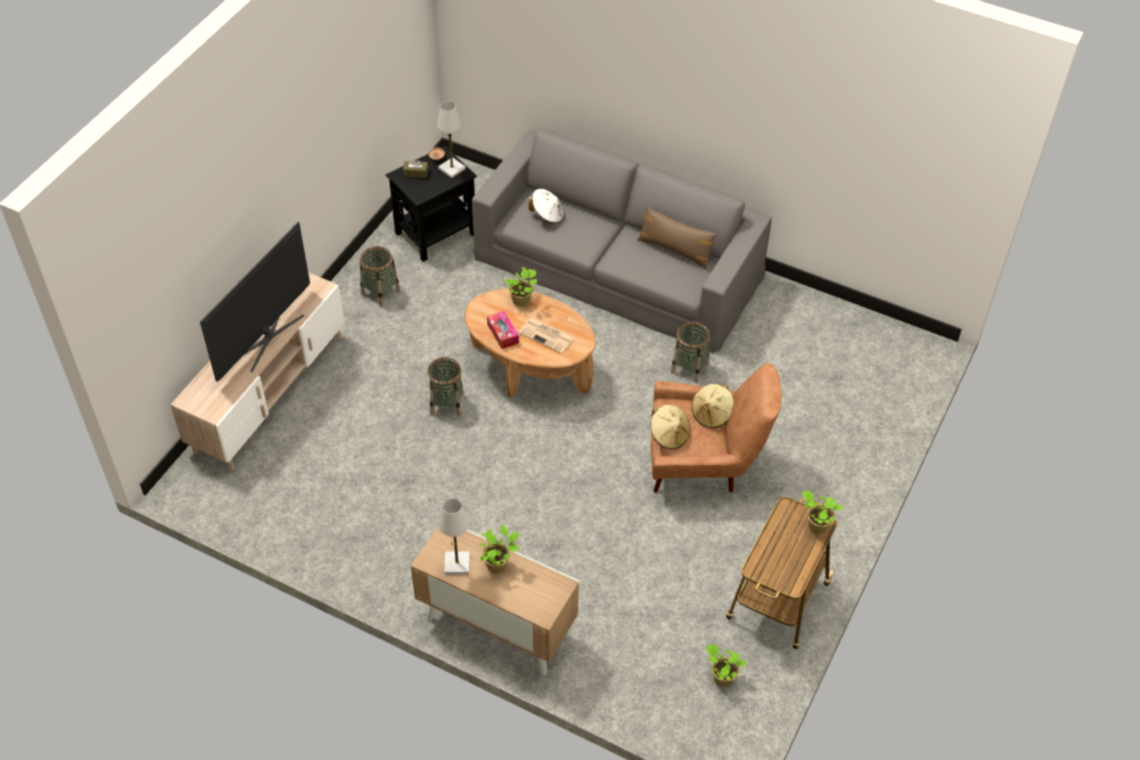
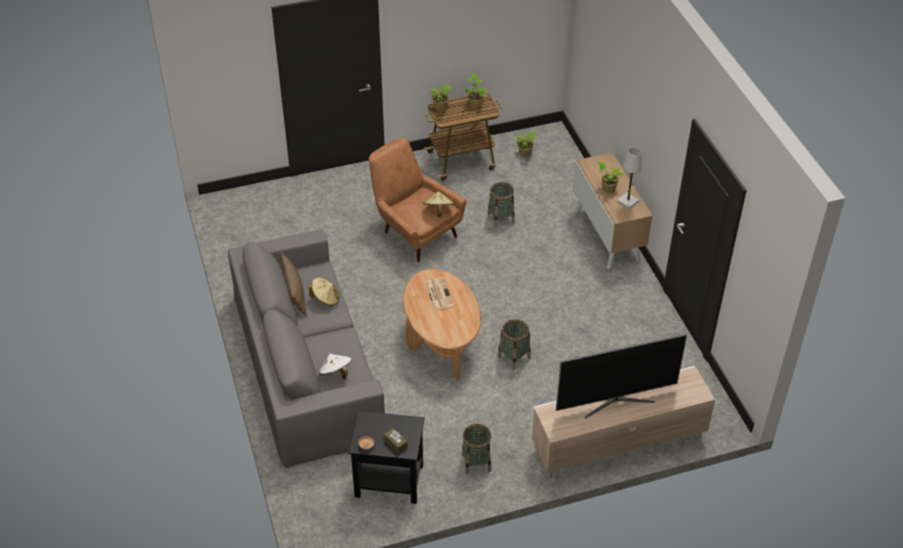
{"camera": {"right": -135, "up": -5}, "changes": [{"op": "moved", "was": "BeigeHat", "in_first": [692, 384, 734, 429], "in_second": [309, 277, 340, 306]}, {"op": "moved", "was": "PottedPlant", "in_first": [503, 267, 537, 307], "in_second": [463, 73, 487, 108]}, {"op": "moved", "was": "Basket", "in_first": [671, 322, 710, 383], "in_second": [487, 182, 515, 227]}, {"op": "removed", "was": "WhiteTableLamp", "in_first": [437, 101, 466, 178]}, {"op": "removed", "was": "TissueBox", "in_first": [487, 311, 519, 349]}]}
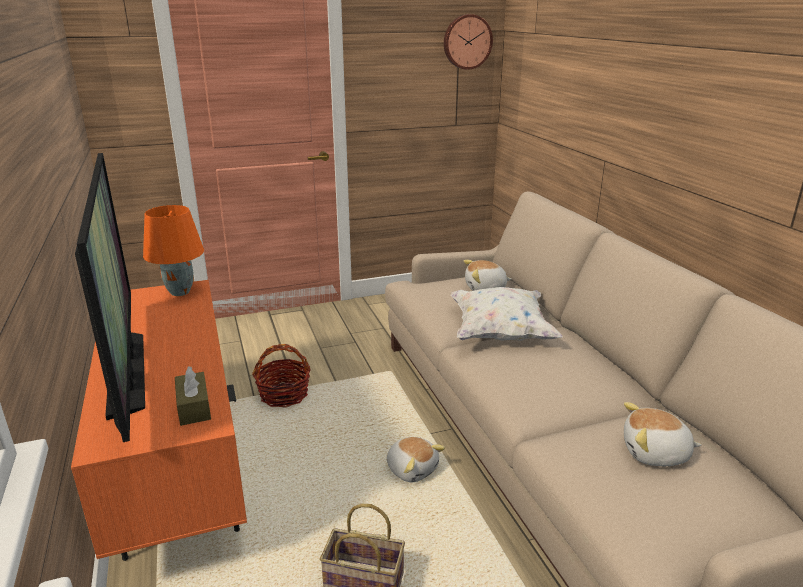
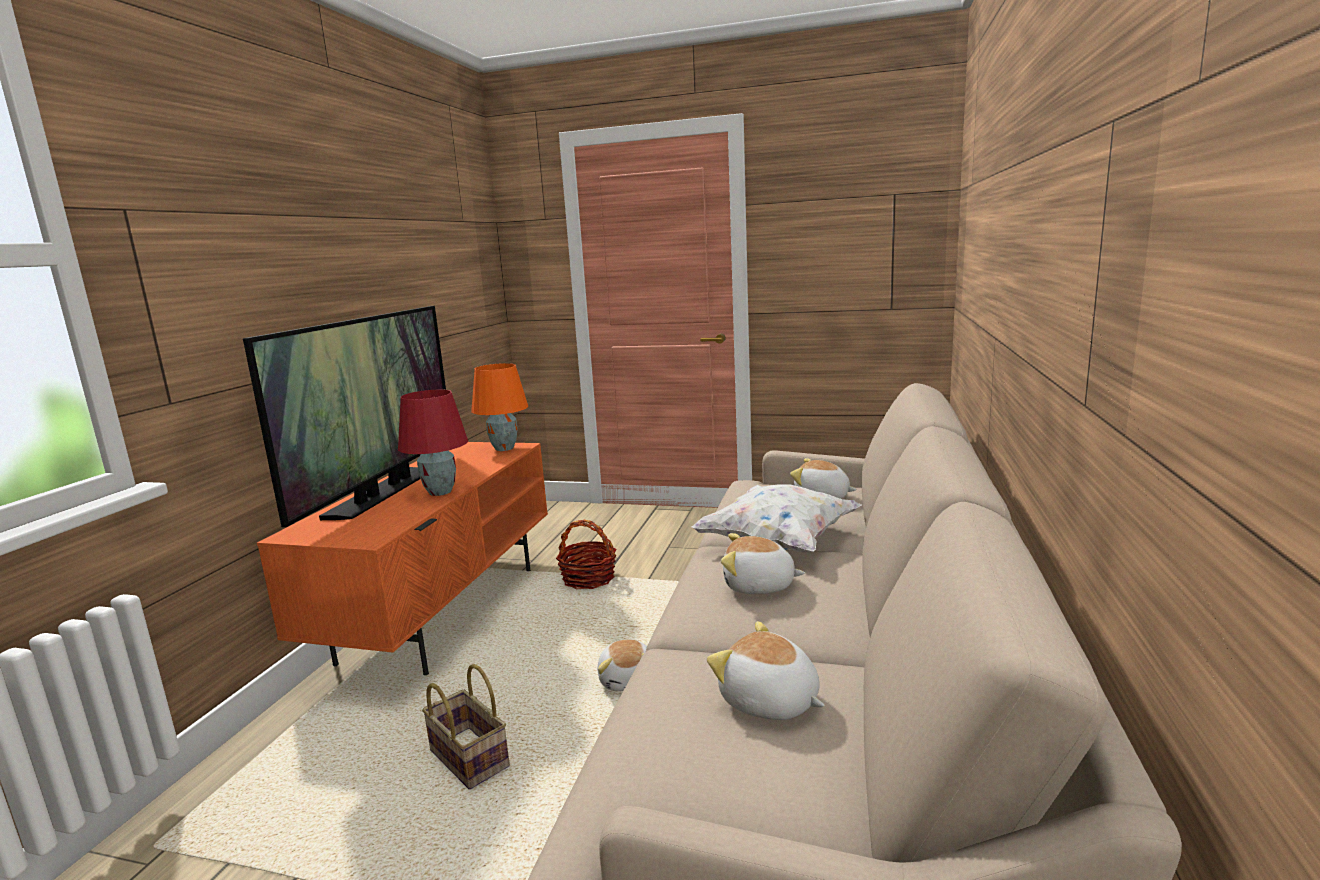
{"camera": {"right": 35, "up": -10}, "changes": [{"op": "added", "now": "RedTableLamp", "in_second": [398, 390, 468, 496]}, {"op": "added", "now": "PlushToy", "in_second": [721, 533, 805, 594]}, {"op": "removed", "was": "BrownTissueBox", "in_first": [175, 366, 211, 426]}, {"op": "removed", "was": "WallClock", "in_first": [444, 14, 493, 70]}]}
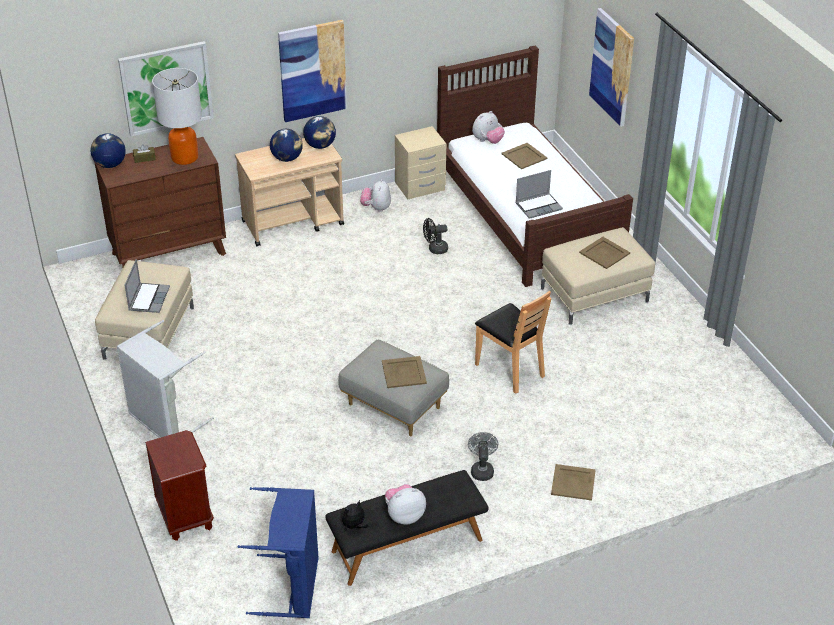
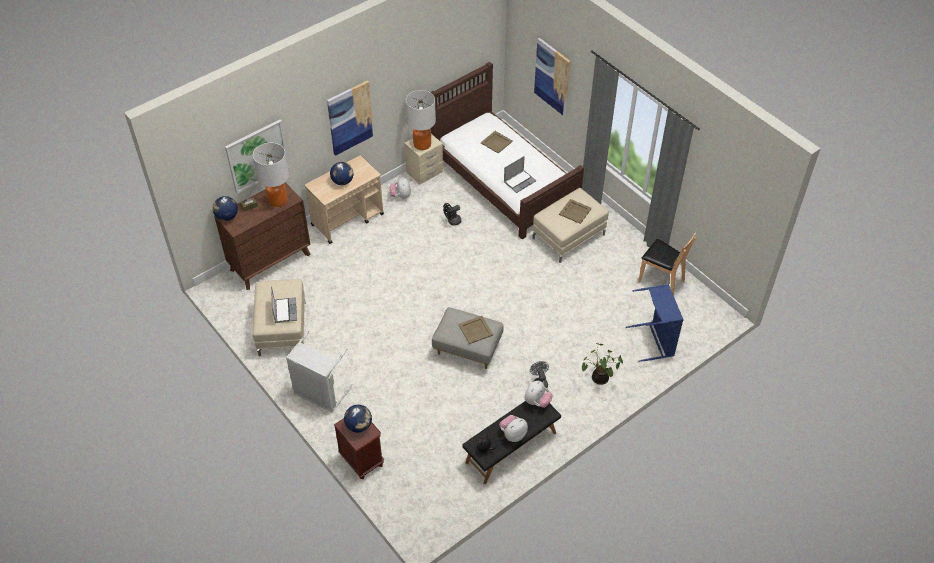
{"camera": {"right": -15, "up": 10}, "changes": [{"op": "moved", "was": "Globe", "in_first": [303, 116, 336, 149], "in_second": [344, 405, 372, 433]}, {"op": "added", "now": "TableLamp", "in_second": [406, 90, 436, 150]}, {"op": "moved", "was": "PlushToy", "in_first": [472, 111, 505, 144], "in_second": [524, 381, 553, 408]}, {"op": "replaced", "was": "BeigeTray", "now": "PottedPlant", "in_first": [551, 464, 596, 501], "in_second": [582, 343, 623, 385]}, {"op": "moved", "was": "BlueLaundryBasket", "in_first": [238, 487, 319, 618], "in_second": [626, 284, 684, 362]}, {"op": "moved", "was": "BrownChair", "in_first": [475, 291, 552, 394], "in_second": [638, 233, 696, 296]}]}
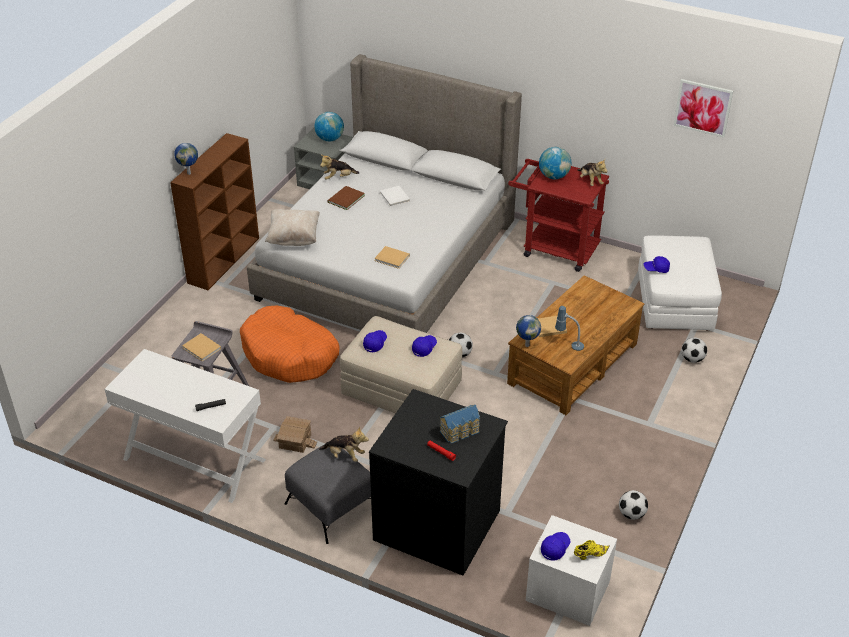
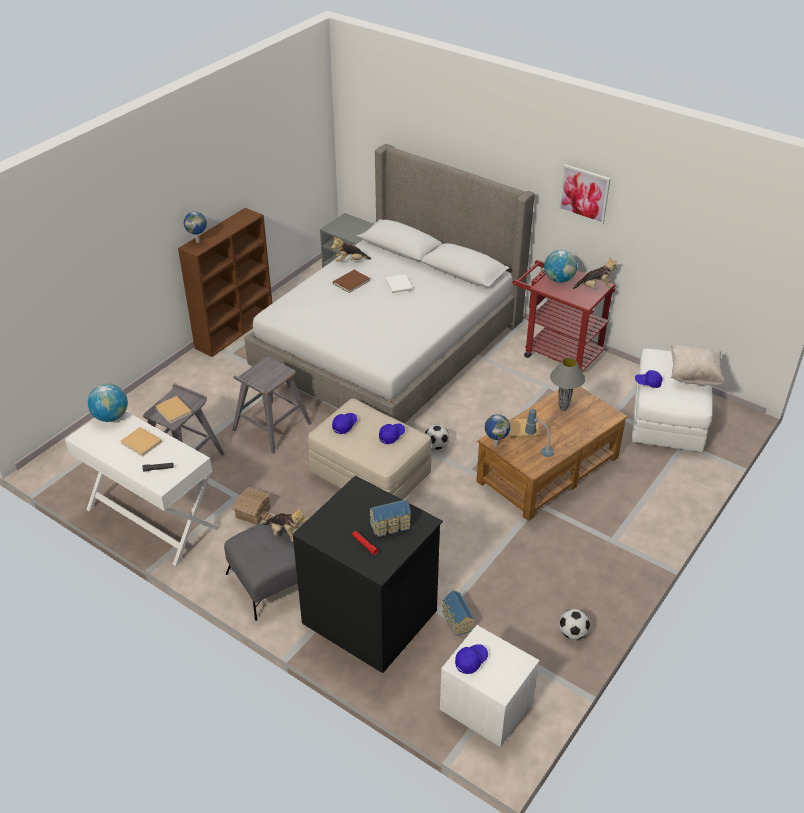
{"camera": {"right": 10, "up": 0}, "changes": [{"op": "moved", "was": "Globe", "in_first": [314, 112, 344, 141], "in_second": [88, 383, 128, 422]}, {"op": "moved", "was": "BeigeBook", "in_first": [374, 246, 410, 269], "in_second": [121, 427, 162, 457]}, {"op": "replaced", "was": "OrangeDogBed", "now": "GreyStool", "in_first": [240, 306, 339, 383], "in_second": [233, 357, 312, 454]}, {"op": "added", "now": "ToyHouse", "in_second": [442, 590, 474, 636]}, {"op": "added", "now": "GreyTableLamp", "in_second": [550, 358, 585, 411]}, {"op": "moved", "was": "Picture", "in_first": [673, 79, 733, 138], "in_second": [558, 164, 611, 225]}, {"op": "turned", "was": "PlushToy", "in_first": [577, 159, 608, 186], "in_second": [573, 257, 617, 289], "clockwise": -75}, {"op": "moved", "was": "BeigePillow", "in_first": [265, 209, 320, 246], "in_second": [671, 345, 725, 386]}, {"op": "removed", "was": "YellowShoe", "in_first": [574, 540, 610, 560]}, {"op": "removed", "was": "Football", "in_first": [681, 337, 707, 363]}]}
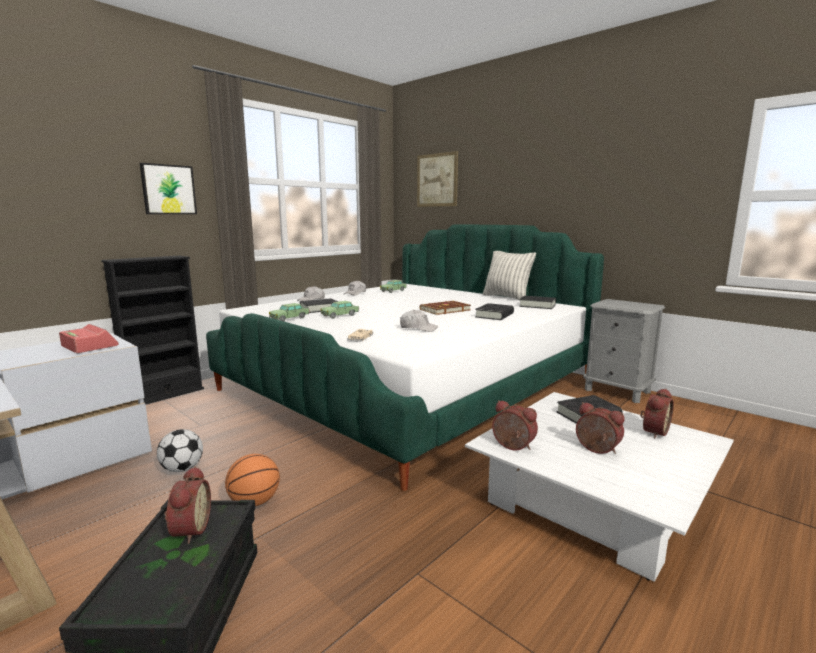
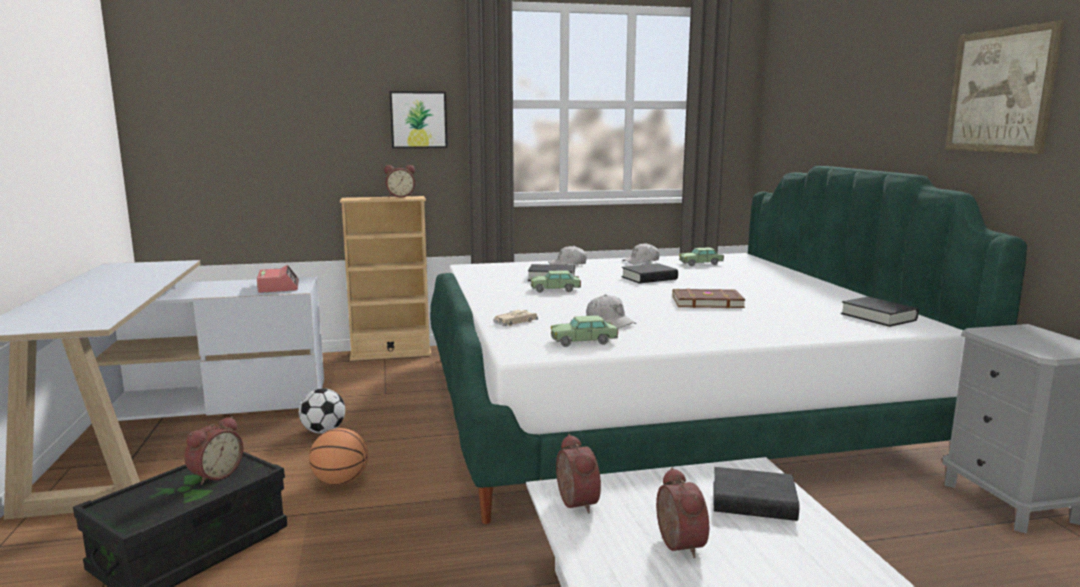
{"camera": {"right": 35, "up": 0}, "changes": [{"op": "recoloured", "was": "BlackBookcase", "now": "BeigeBookcase", "in_first": [101, 256, 204, 404], "in_second": [340, 196, 431, 361]}, {"op": "moved", "was": "AlarmClock", "in_first": [640, 389, 674, 438], "in_second": [384, 165, 415, 197]}, {"op": "moved", "was": "ToyCar", "in_first": [269, 303, 309, 321], "in_second": [551, 315, 618, 347]}, {"op": "moved", "was": "BlackBook", "in_first": [475, 303, 514, 320], "in_second": [622, 263, 678, 284]}, {"op": "moved", "was": "Picture", "in_first": [417, 151, 458, 207], "in_second": [945, 20, 1064, 154]}, {"op": "removed", "was": "Pillow", "in_first": [483, 251, 536, 300]}]}
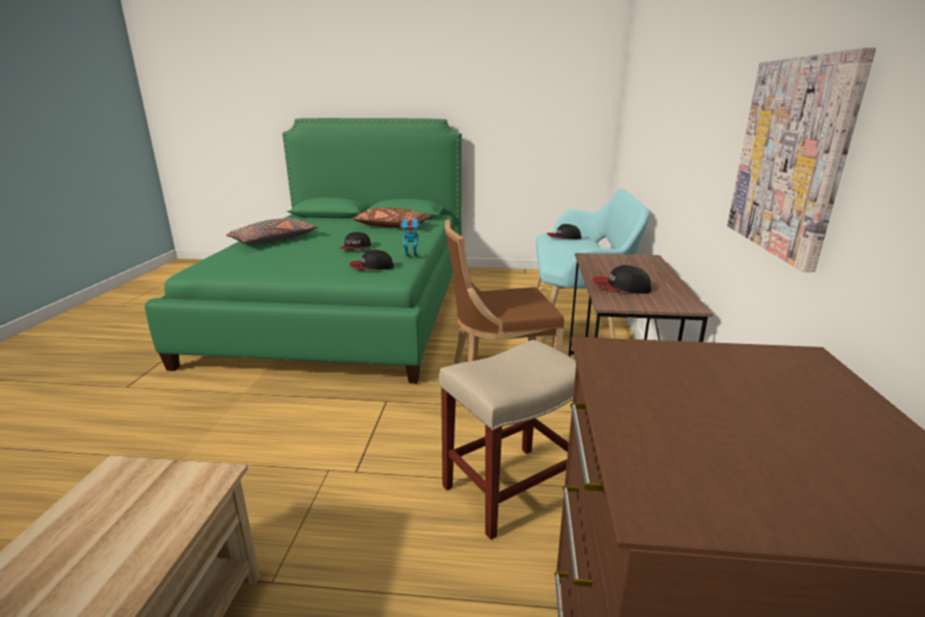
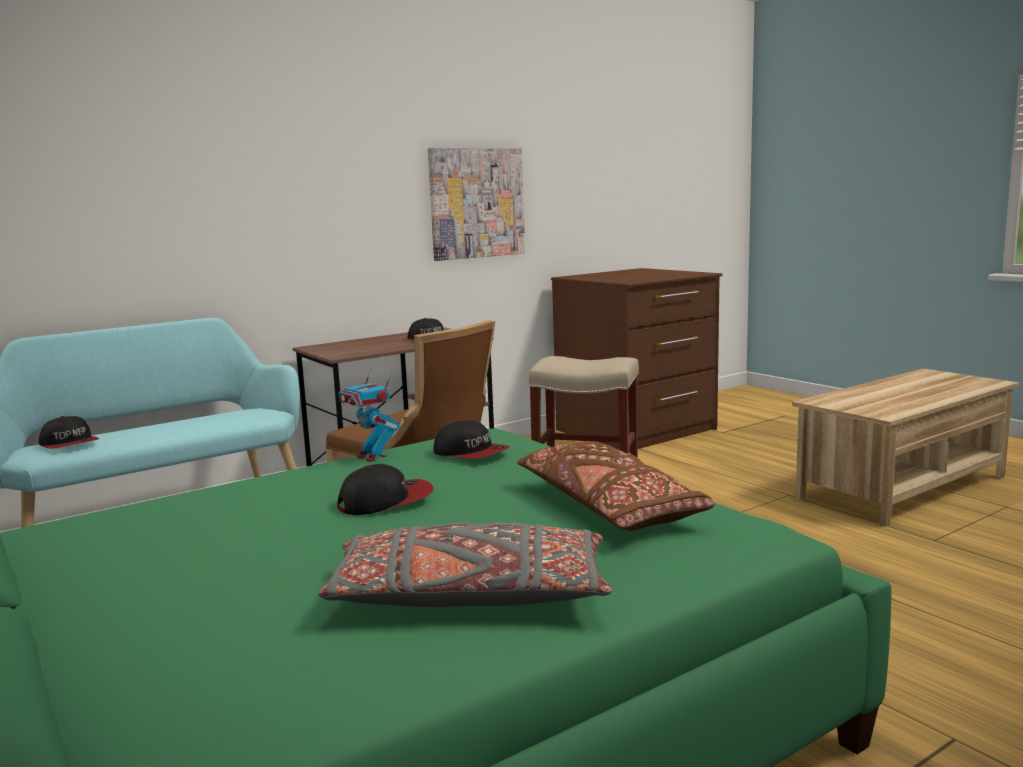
{"camera": {"right": -130, "up": -10}, "changes": [{"op": "moved", "was": "BrownPillow", "in_first": [353, 207, 430, 228], "in_second": [517, 441, 715, 531]}]}
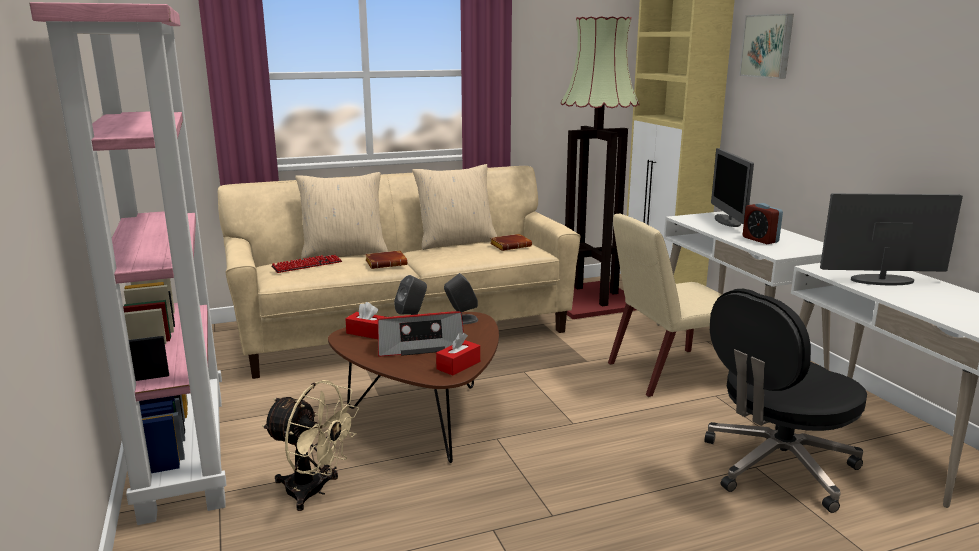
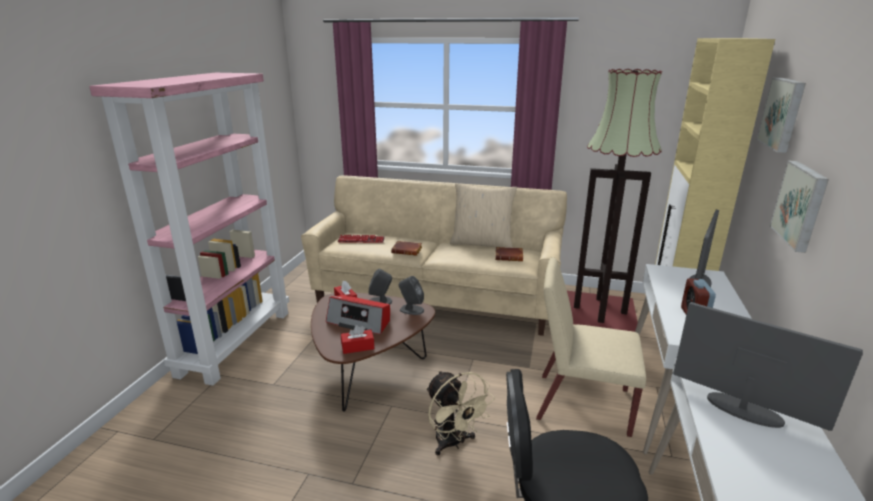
{"camera": {"right": 35, "up": 5}, "changes": [{"op": "moved", "was": "BeigeFan", "in_first": [262, 380, 359, 511], "in_second": [426, 371, 495, 456]}, {"op": "added", "now": "Picture", "in_second": [770, 161, 829, 253]}, {"op": "removed", "was": "BeigePillow", "in_first": [295, 172, 388, 260]}]}
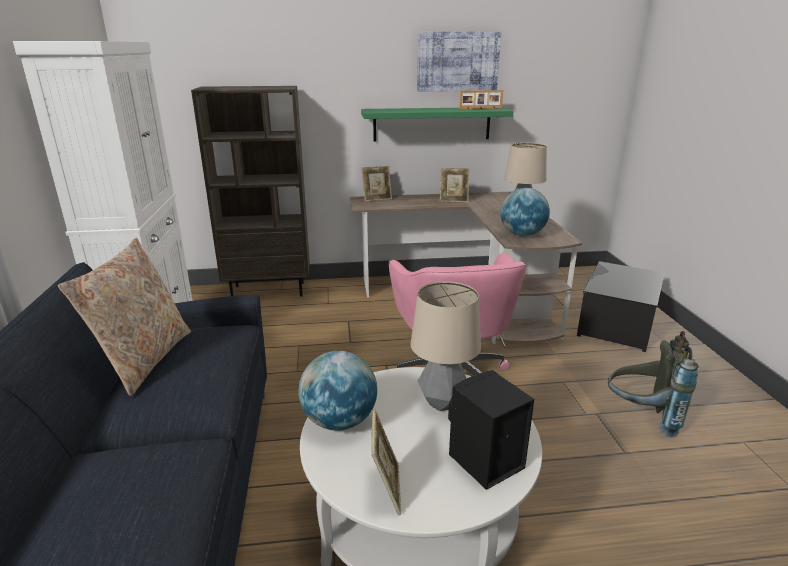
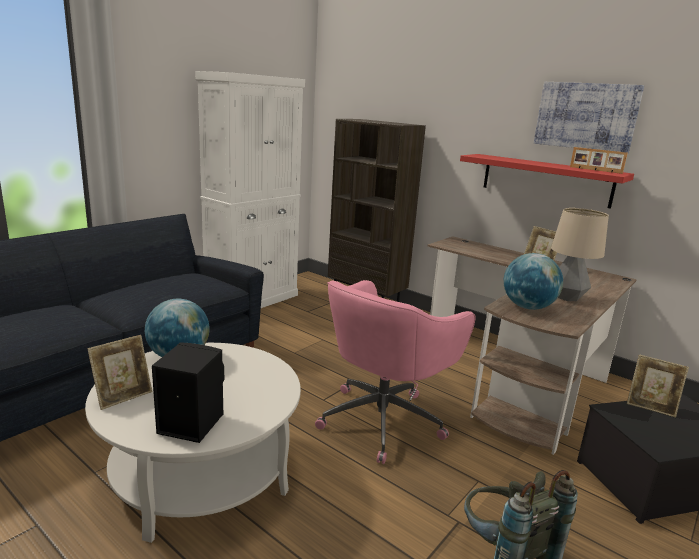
{"camera": {"right": 45, "up": -5}, "changes": [{"op": "recoloured", "was": "GreenShelf", "now": "RedShelf", "in_first": [361, 107, 513, 142], "in_second": [460, 154, 634, 209]}, {"op": "moved", "was": "PictureFrame", "in_first": [362, 166, 392, 202], "in_second": [627, 354, 689, 418]}, {"op": "removed", "was": "BeigePillow", "in_first": [58, 238, 191, 396]}, {"op": "removed", "was": "TableLamp", "in_first": [410, 281, 481, 411]}]}
